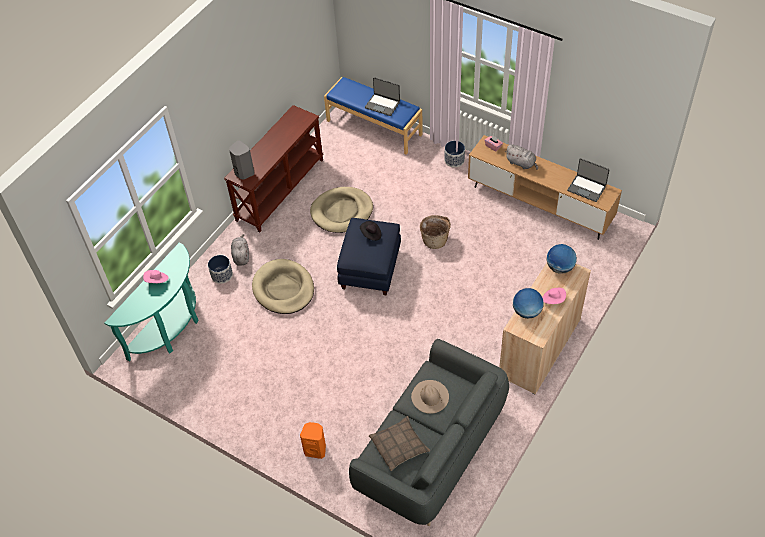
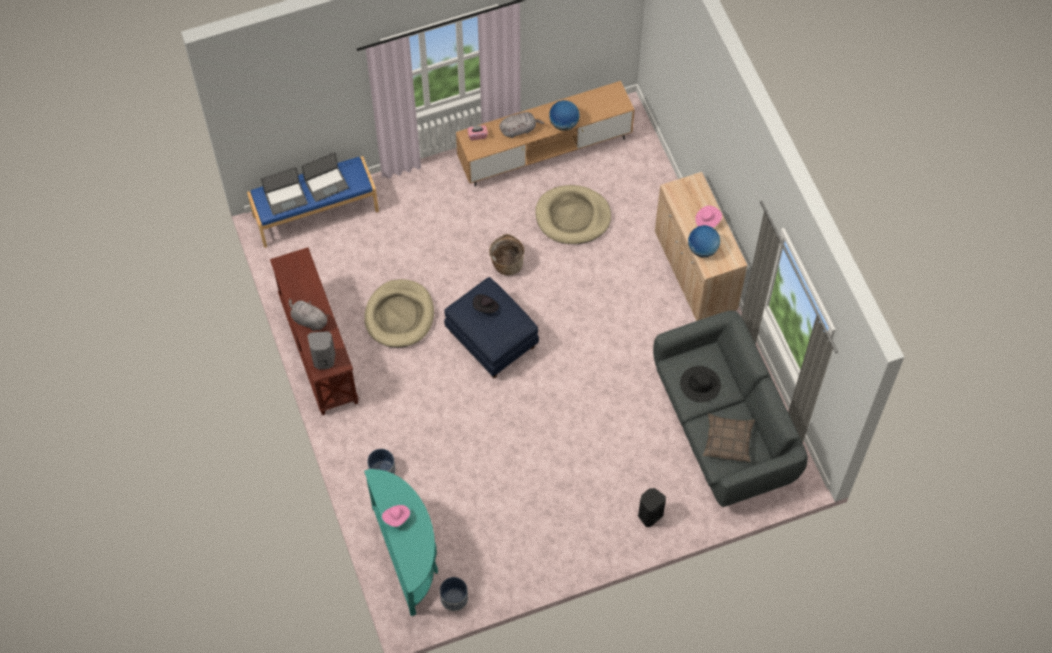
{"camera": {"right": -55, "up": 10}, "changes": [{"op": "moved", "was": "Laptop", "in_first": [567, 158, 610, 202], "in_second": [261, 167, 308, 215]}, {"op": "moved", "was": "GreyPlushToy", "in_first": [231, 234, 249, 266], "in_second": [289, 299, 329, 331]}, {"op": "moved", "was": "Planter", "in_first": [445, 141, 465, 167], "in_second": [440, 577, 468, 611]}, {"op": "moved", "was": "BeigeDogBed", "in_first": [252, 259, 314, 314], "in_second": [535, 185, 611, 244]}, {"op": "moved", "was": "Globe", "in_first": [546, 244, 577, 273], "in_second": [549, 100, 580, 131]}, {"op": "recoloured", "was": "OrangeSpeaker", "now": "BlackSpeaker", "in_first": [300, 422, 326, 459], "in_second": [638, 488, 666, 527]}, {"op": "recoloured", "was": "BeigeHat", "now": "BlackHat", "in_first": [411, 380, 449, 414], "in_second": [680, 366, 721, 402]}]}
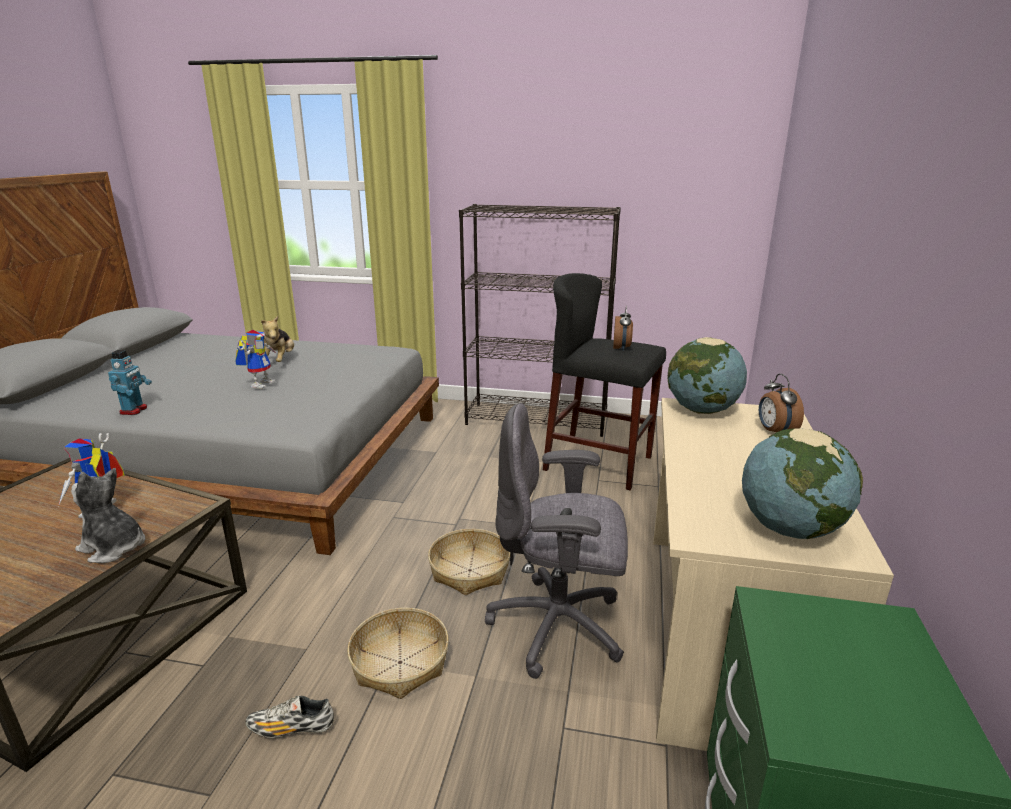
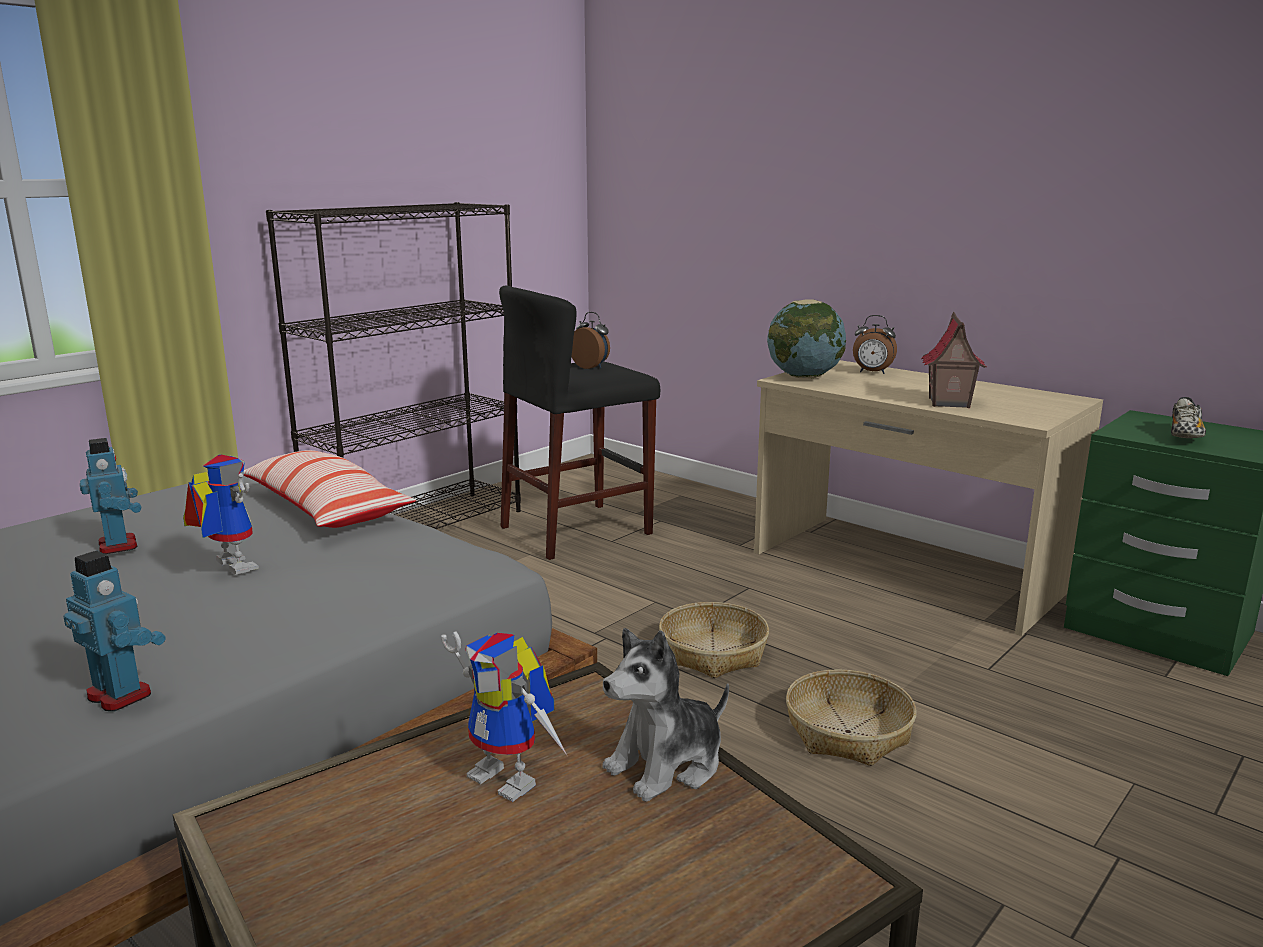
{"camera": {"right": -60, "up": -5}, "changes": [{"op": "replaced", "was": "PlushToy", "now": "ToyRobot", "in_first": [261, 316, 294, 362], "in_second": [80, 438, 141, 554]}, {"op": "added", "now": "Pillow", "in_second": [244, 450, 416, 528]}, {"op": "added", "now": "ToyHouse", "in_second": [921, 312, 987, 408]}, {"op": "moved", "was": "Shoe", "in_first": [245, 695, 334, 738], "in_second": [1171, 397, 1206, 438]}, {"op": "removed", "was": "GreyOfficeChair", "in_first": [485, 403, 628, 679]}, {"op": "removed", "was": "Globe", "in_first": [742, 428, 863, 539]}]}
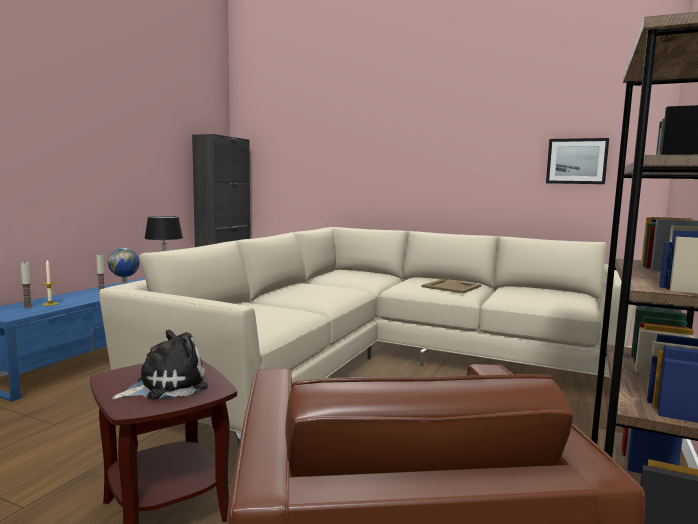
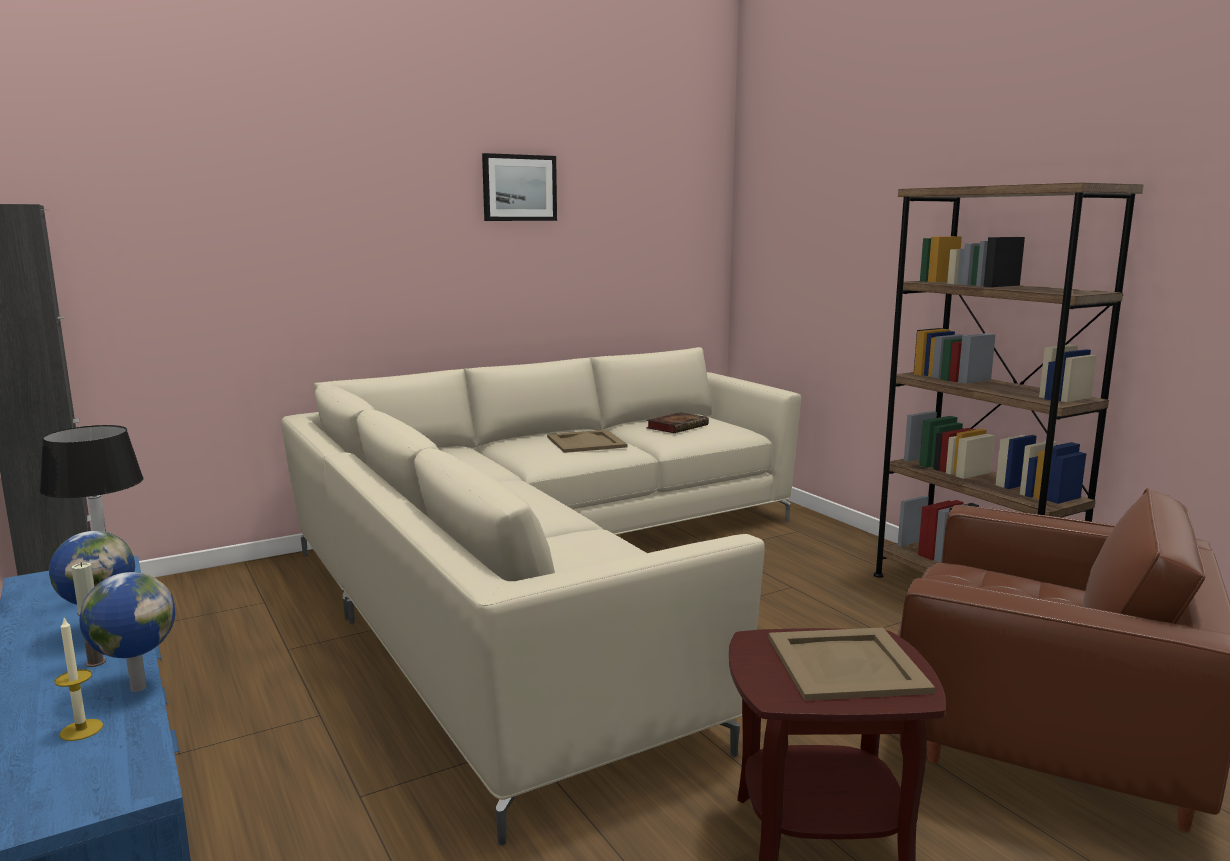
{"camera": {"right": -55, "up": 5}, "changes": [{"op": "added", "now": "Globe", "in_second": [79, 572, 175, 692]}, {"op": "moved", "was": "Picture", "in_first": [546, 138, 609, 184], "in_second": [482, 153, 557, 221]}, {"op": "added", "now": "Book", "in_second": [646, 412, 709, 433]}, {"op": "replaced", "was": "PlushToy", "now": "BeigeTray", "in_first": [112, 330, 208, 400], "in_second": [768, 628, 935, 701]}, {"op": "removed", "was": "Candle", "in_first": [20, 261, 33, 308]}]}
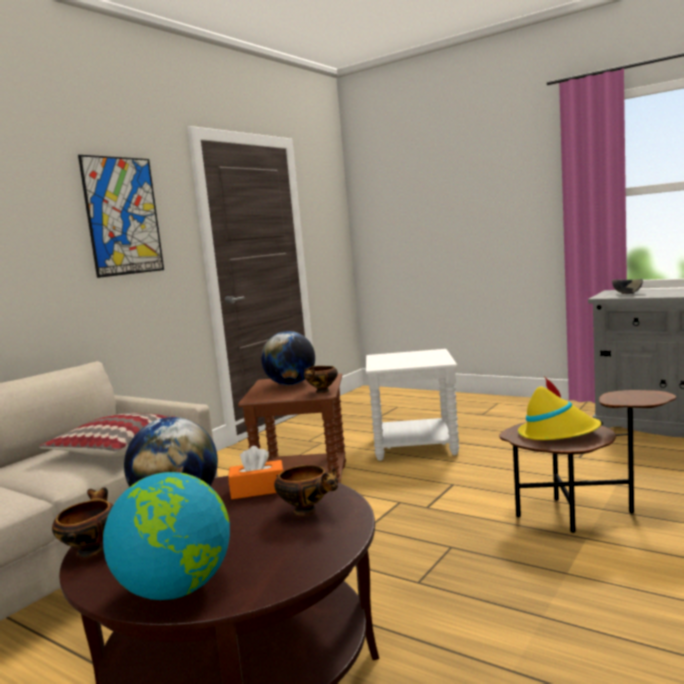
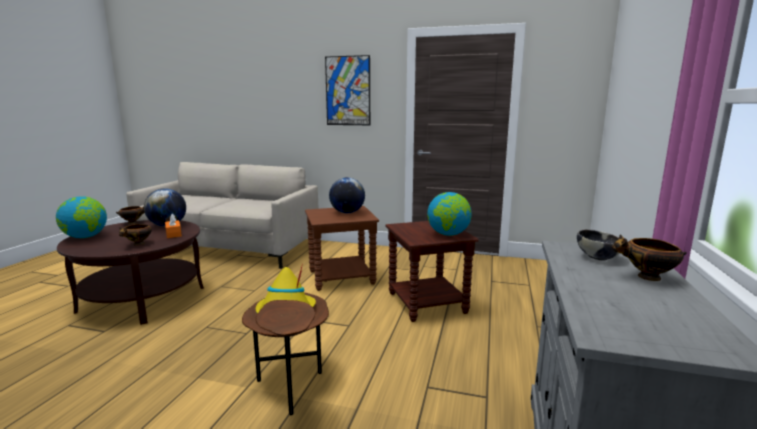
{"camera": {"right": 70, "up": 5}, "changes": [{"op": "recoloured", "was": "WhiteSideTable", "now": "BrownSideTable", "in_first": [366, 349, 459, 461], "in_second": [385, 221, 479, 322]}, {"op": "added", "now": "Globe", "in_second": [427, 192, 472, 236]}, {"op": "moved", "was": "Bowl", "in_first": [304, 366, 338, 393], "in_second": [612, 235, 687, 281]}, {"op": "removed", "was": "Pillow", "in_first": [39, 413, 174, 457]}]}
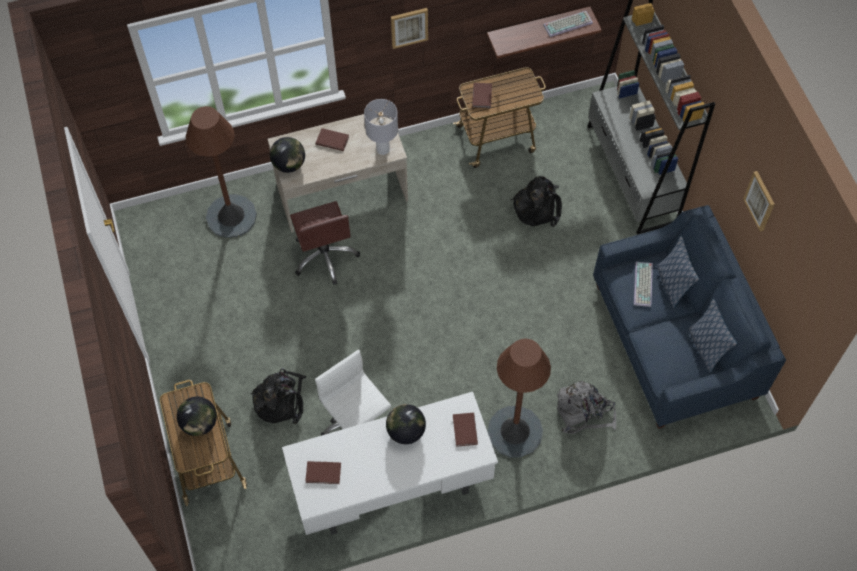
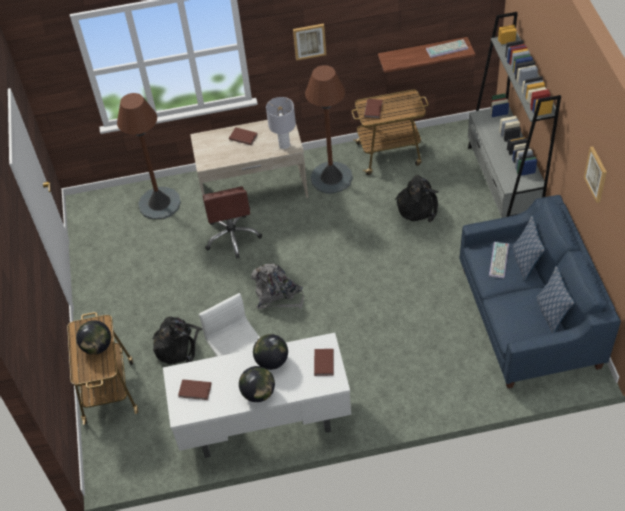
{"camera": {"right": 10, "up": -10}, "changes": [{"op": "moved", "was": "Globe", "in_first": [270, 137, 305, 173], "in_second": [239, 366, 275, 402]}, {"op": "moved", "was": "GreyBackpack", "in_first": [557, 381, 616, 434], "in_second": [251, 264, 304, 309]}, {"op": "moved", "was": "BrownFloorLamp", "in_first": [487, 339, 551, 458], "in_second": [305, 65, 353, 194]}]}
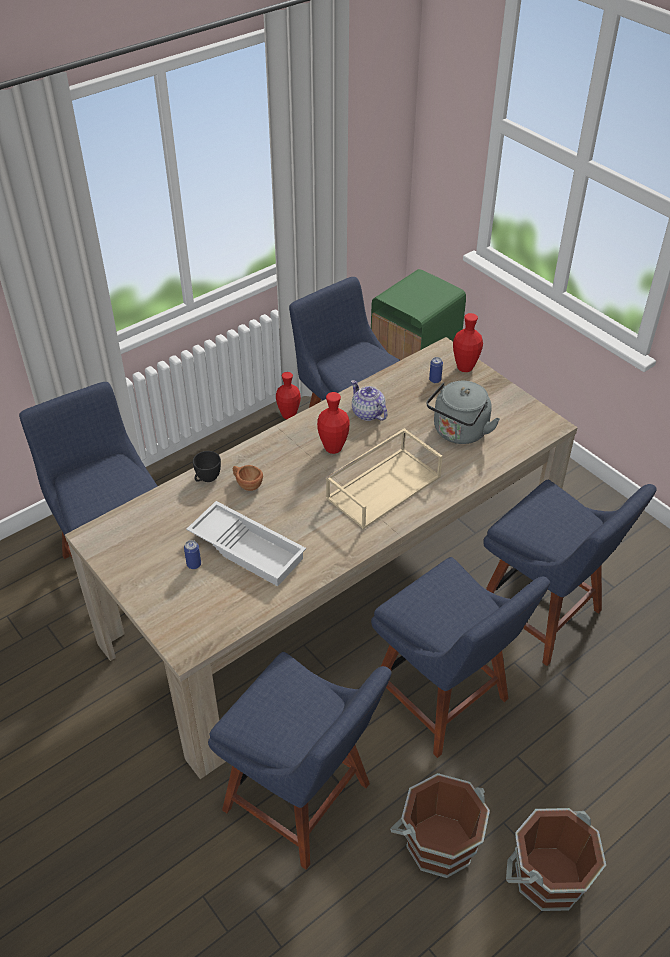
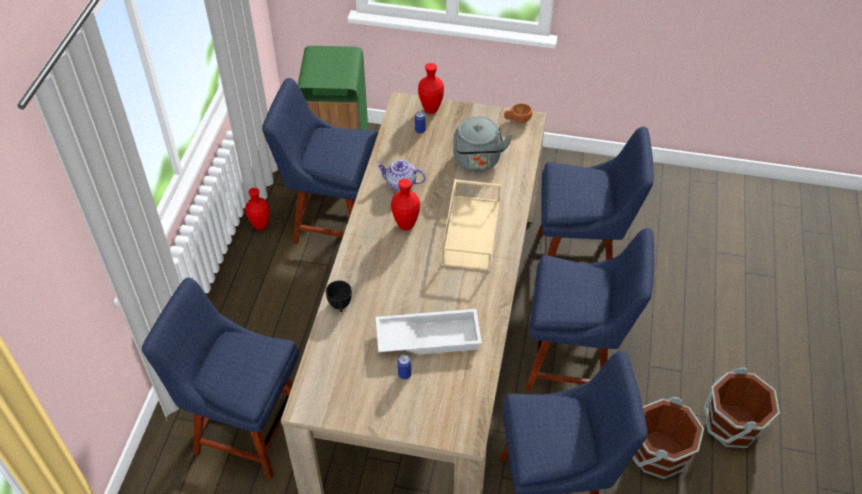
{"camera": {"right": -40, "up": 5}, "changes": [{"op": "moved", "was": "BrownCup", "in_first": [233, 465, 263, 491], "in_second": [504, 104, 533, 123]}]}
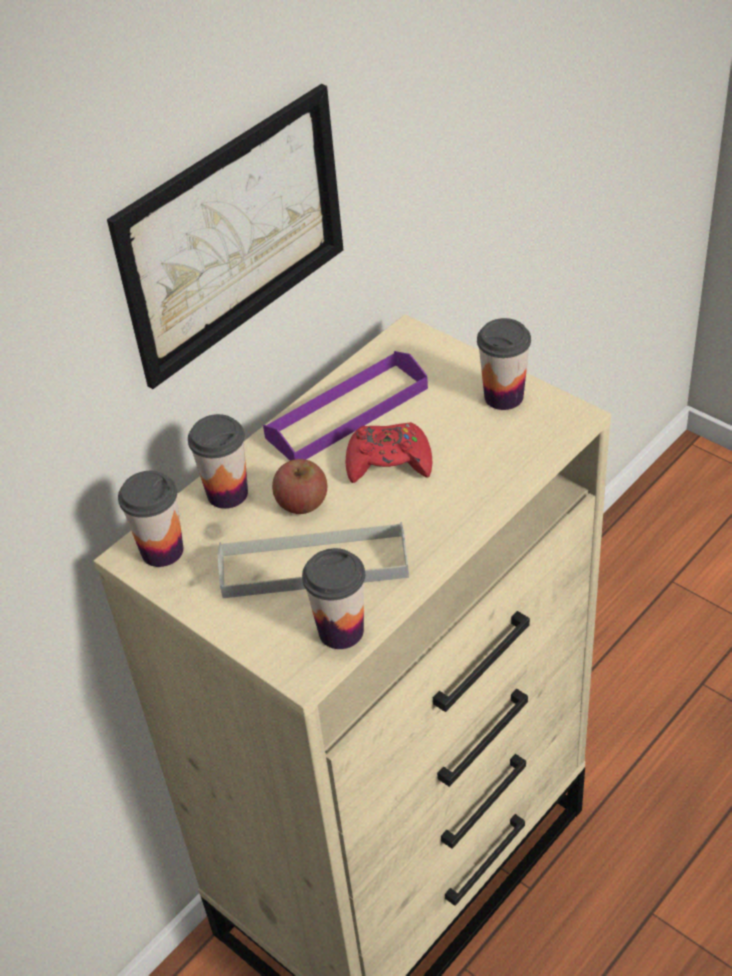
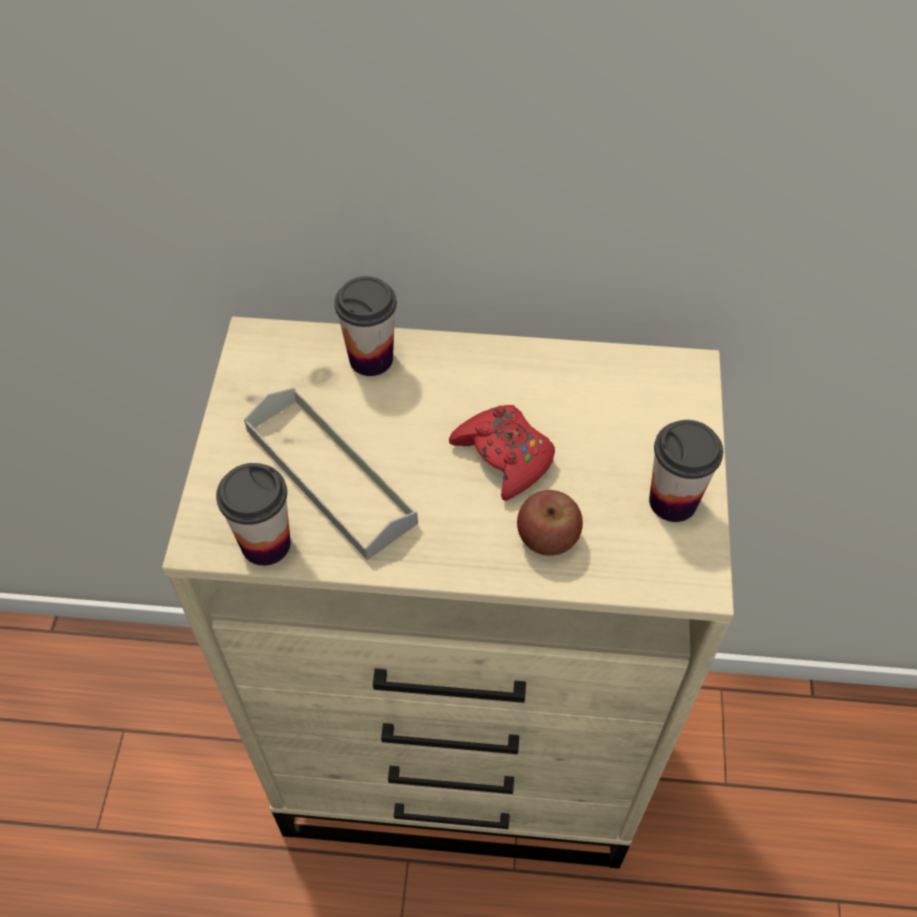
{"camera": {"right": 50, "up": 10}, "changes": [{"op": "moved", "was": "Apple", "in_first": [272, 459, 327, 514], "in_second": [517, 490, 583, 556]}, {"op": "removed", "was": "Picture", "in_first": [107, 84, 343, 389]}, {"op": "removed", "was": "Cup", "in_first": [118, 471, 184, 567]}, {"op": "removed", "was": "PurpleTray", "in_first": [263, 351, 428, 461]}]}
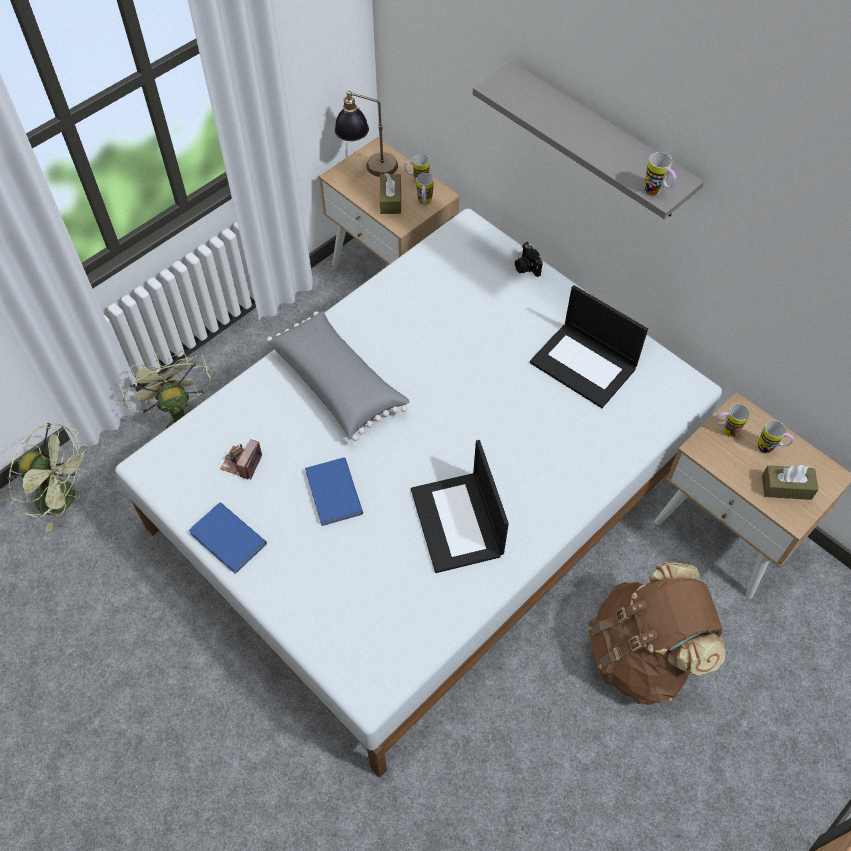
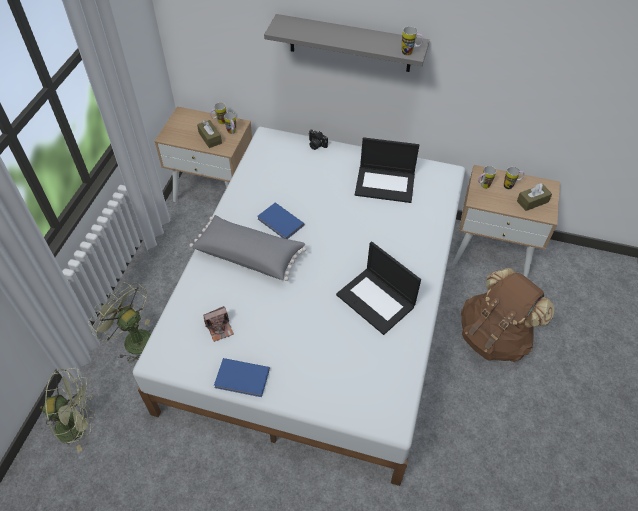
{"camera": {"right": -30, "up": -5}, "changes": [{"op": "turned", "was": "PhotoCamera", "in_first": [220, 439, 262, 480], "in_second": [203, 306, 234, 342], "clockwise": -105}, {"op": "moved", "was": "BlueBook", "in_first": [305, 457, 363, 526], "in_second": [257, 202, 305, 239]}, {"op": "removed", "was": "TableLamp", "in_first": [335, 91, 398, 177]}]}
